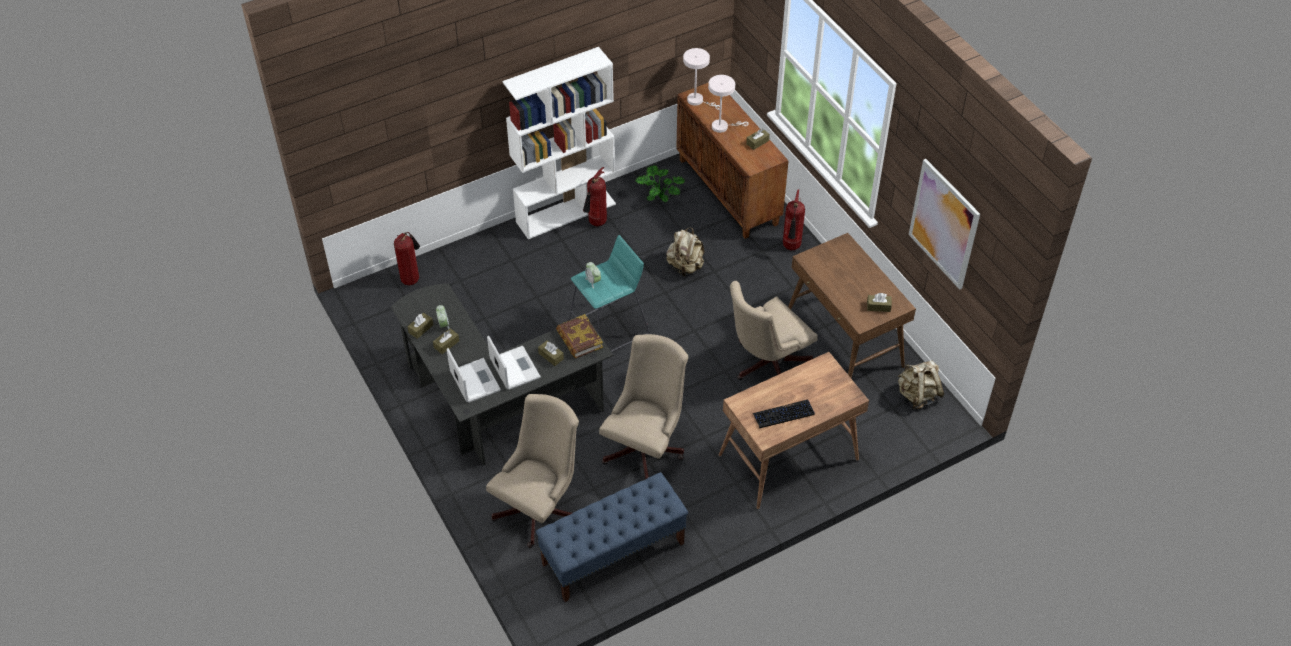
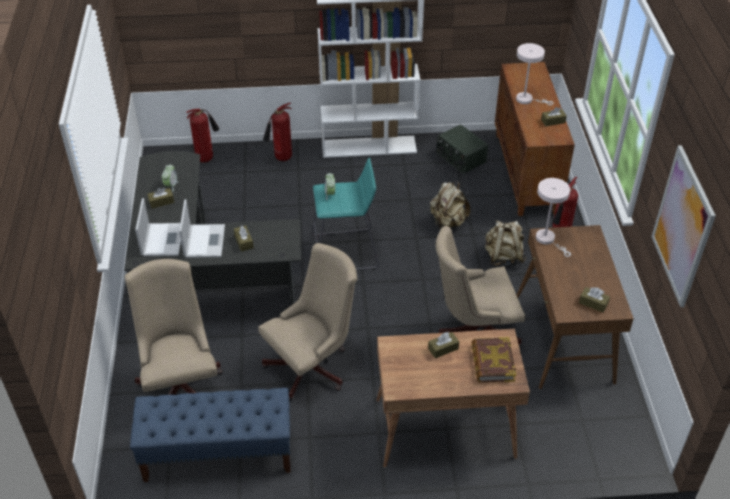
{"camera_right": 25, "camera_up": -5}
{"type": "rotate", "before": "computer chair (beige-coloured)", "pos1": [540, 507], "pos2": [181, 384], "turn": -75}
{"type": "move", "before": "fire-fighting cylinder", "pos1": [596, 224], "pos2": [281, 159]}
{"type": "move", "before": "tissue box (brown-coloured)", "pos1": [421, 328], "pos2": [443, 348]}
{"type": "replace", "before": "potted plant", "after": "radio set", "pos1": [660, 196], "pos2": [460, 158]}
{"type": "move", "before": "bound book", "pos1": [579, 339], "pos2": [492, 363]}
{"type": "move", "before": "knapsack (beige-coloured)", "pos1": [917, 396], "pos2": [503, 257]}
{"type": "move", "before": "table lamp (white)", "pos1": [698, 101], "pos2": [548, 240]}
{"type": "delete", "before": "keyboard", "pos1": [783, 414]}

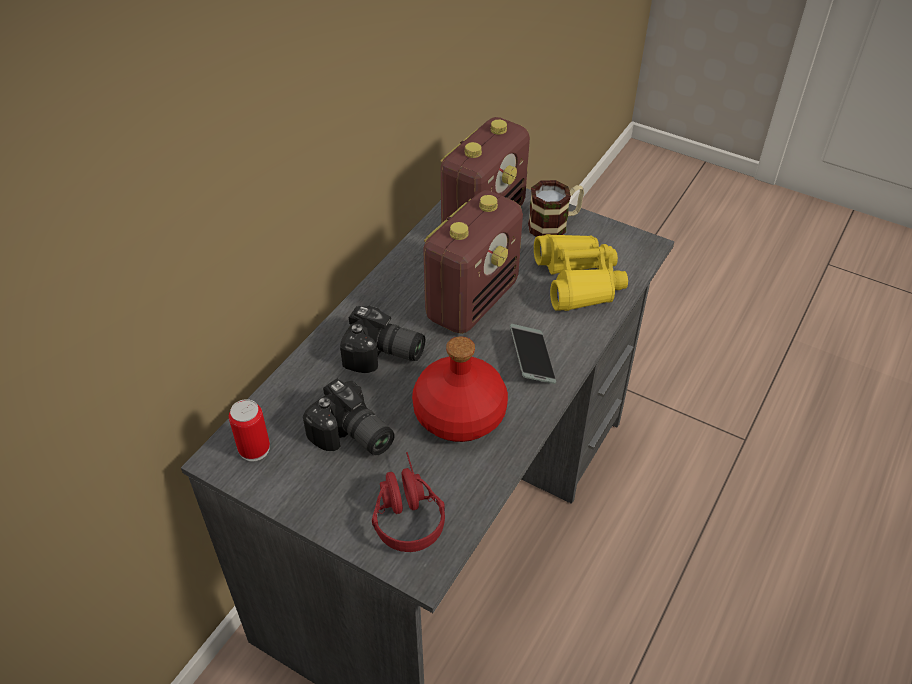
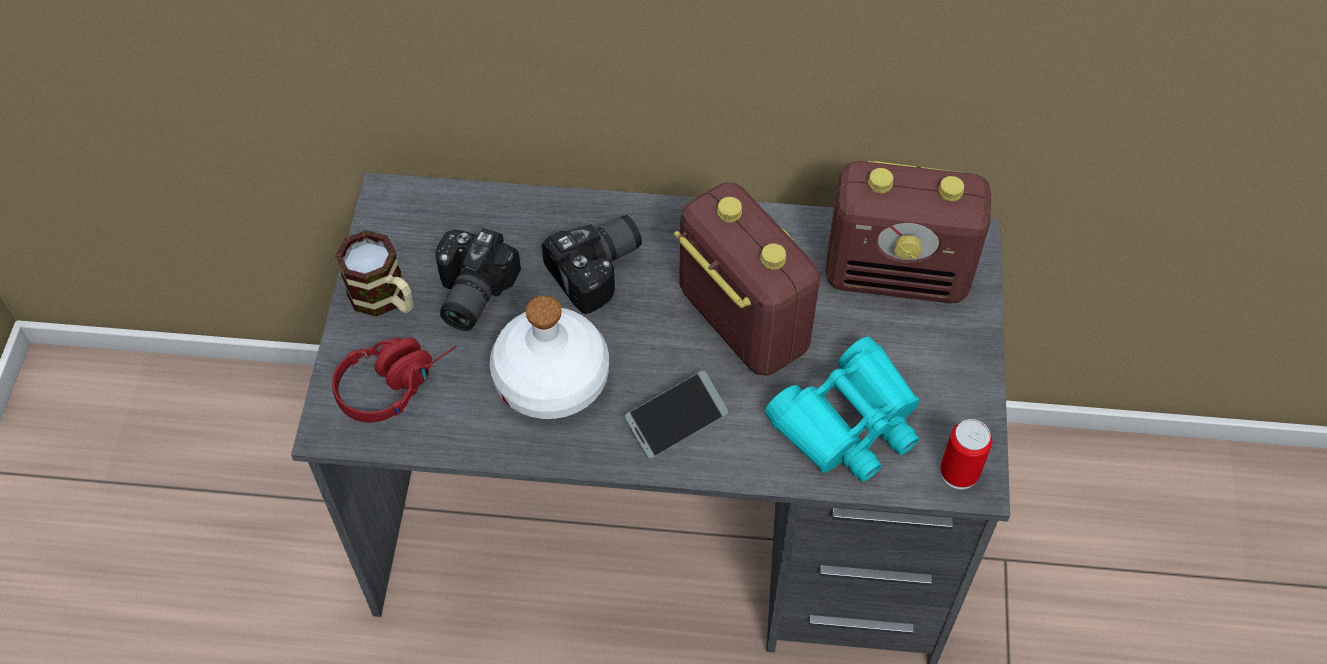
{"camera_right": 65, "camera_up": 10}
{"type": "move", "before": "mug", "pos1": [555, 225], "pos2": [385, 299]}
{"type": "recolor", "before": "drink bottle (reddish)", "after": "drink bottle (white)", "pos1": [460, 414], "pos2": [550, 380]}
{"type": "rotate", "before": "photo camera", "pos1": [383, 356], "pos2": [600, 271], "turn": -120}
{"type": "rotate", "before": "radio set", "pos1": [472, 300], "pos2": [741, 320], "turn": -135}
{"type": "recolor", "before": "field glasses (yellowish)", "after": "field glasses (turquoise-coloured)", "pos1": [578, 281], "pos2": [848, 423]}
{"type": "move", "before": "metal can", "pos1": [254, 449], "pos2": [959, 472]}

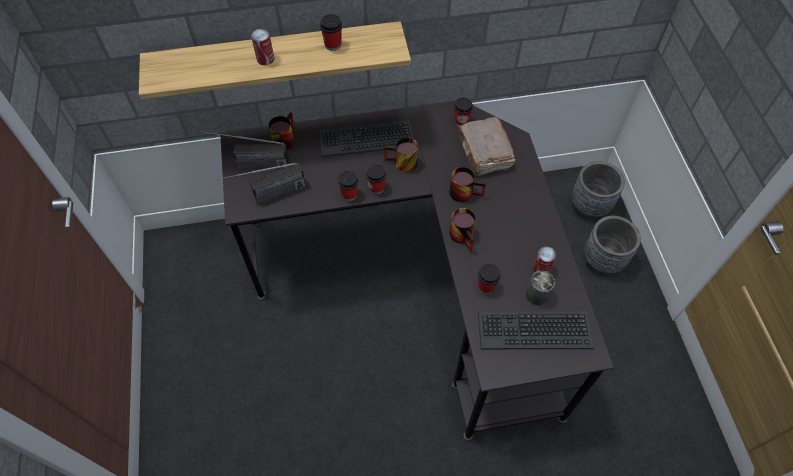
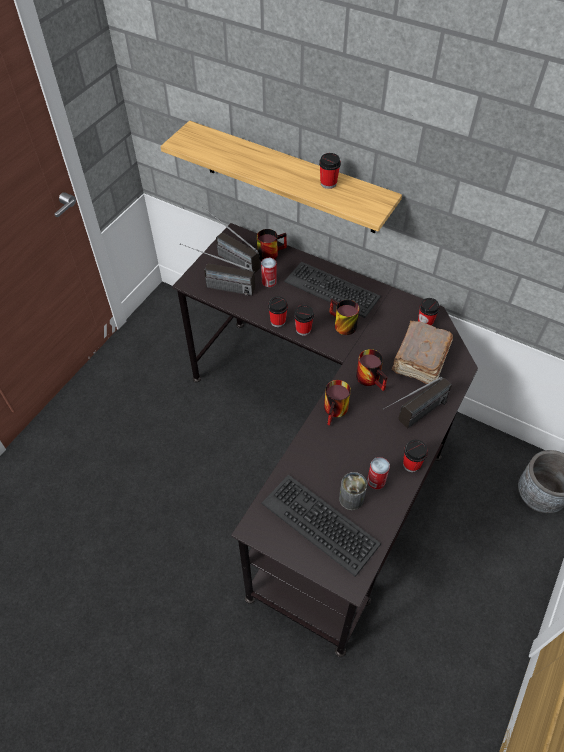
{"camera_right": 40, "camera_up": -5}
{"type": "move", "before": "metal can", "pos1": [265, 59], "pos2": [269, 281]}
{"type": "insert", "after": "radio set", "pos2": [412, 419]}
{"type": "move", "before": "cup", "pos1": [486, 286], "pos2": [411, 464]}
{"type": "delete", "before": "plant pot (grey)", "pos1": [603, 259]}

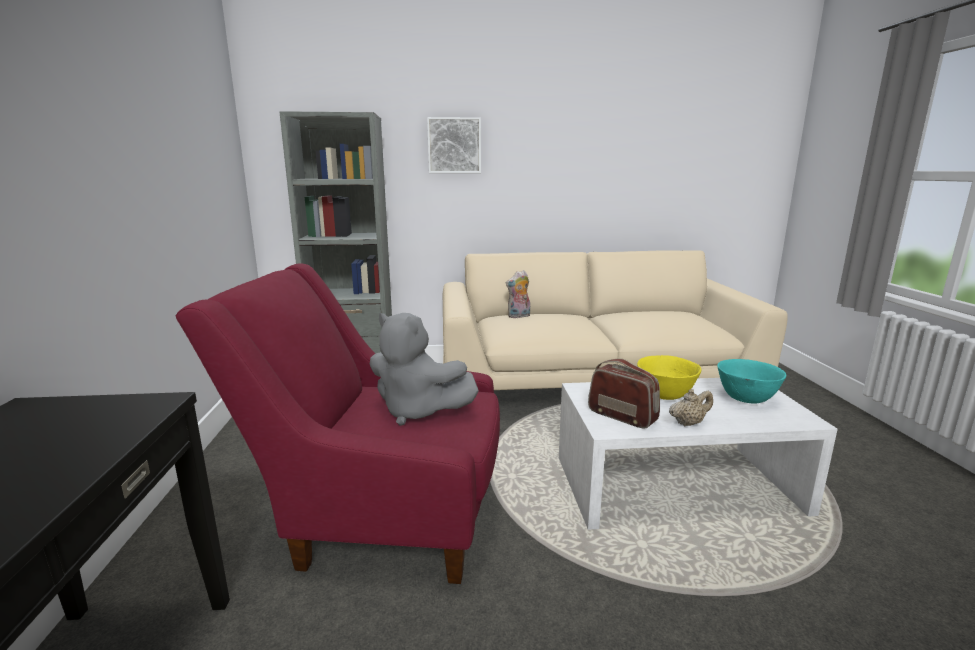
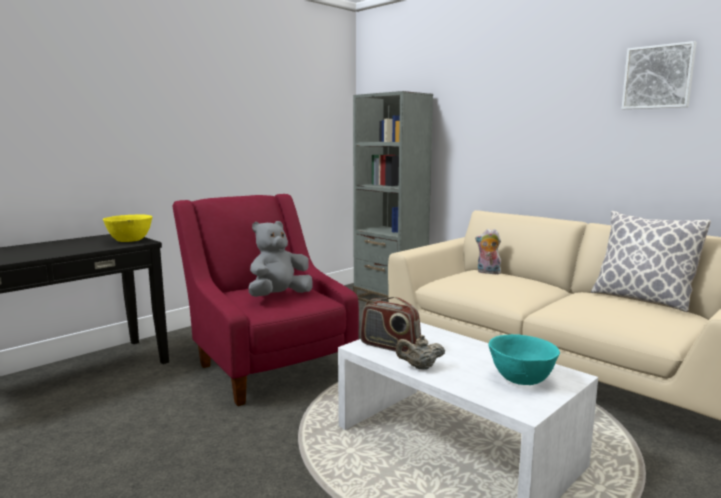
{"camera_right": 50, "camera_up": -5}
{"type": "move", "before": "deep dish (yellowish)", "pos1": [665, 395], "pos2": [130, 241]}
{"type": "rotate", "before": "cuddly toy (grey)", "pos1": [417, 411], "pos2": [279, 296], "turn": 60}
{"type": "rotate", "before": "radio set", "pos1": [622, 416], "pos2": [389, 346], "turn": 120}
{"type": "rotate", "before": "tea pot (beige-coloured)", "pos1": [688, 423], "pos2": [420, 367], "turn": 150}
{"type": "insert", "after": "cushion", "pos2": [641, 300]}
{"type": "move", "before": "picture", "pos1": [454, 145], "pos2": [658, 77]}

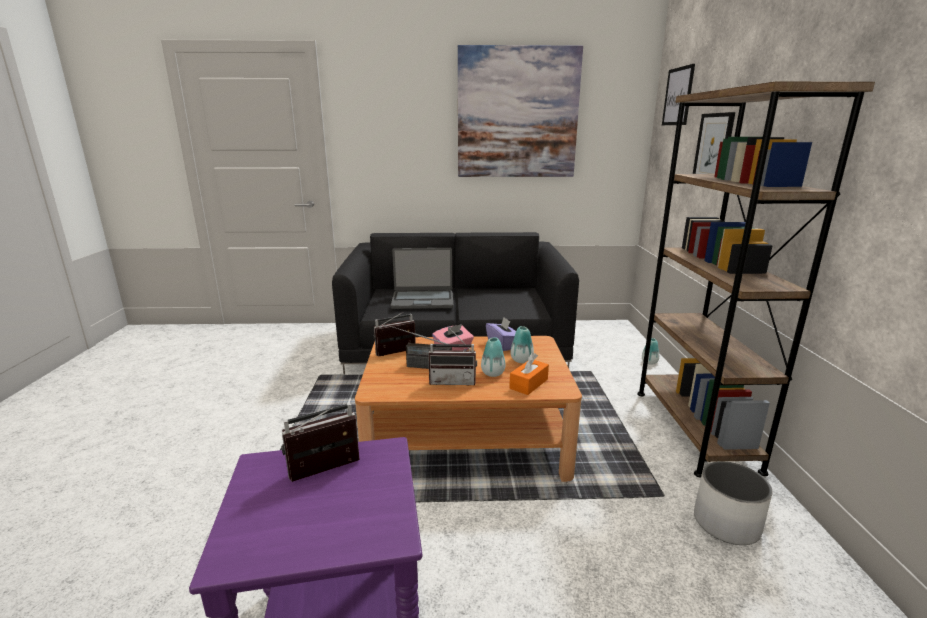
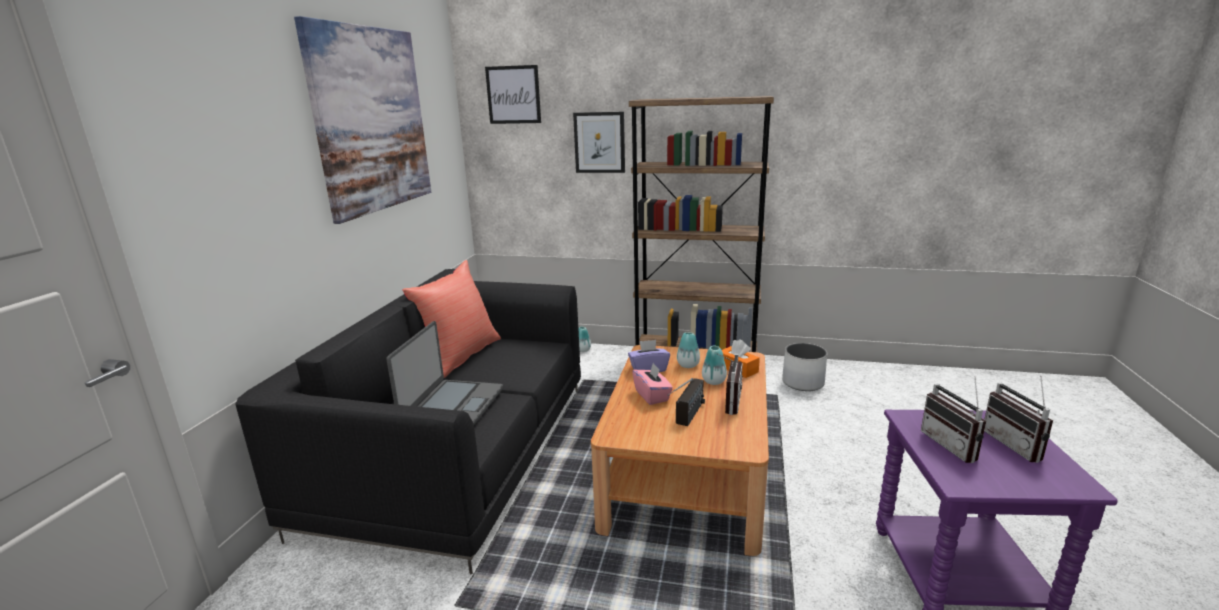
{"camera_right": -75, "camera_up": 0}
{"type": "insert", "after": "cushion (reddish)", "pos2": [460, 356]}
{"type": "move", "before": "radio set", "pos1": [397, 354], "pos2": [1017, 445]}

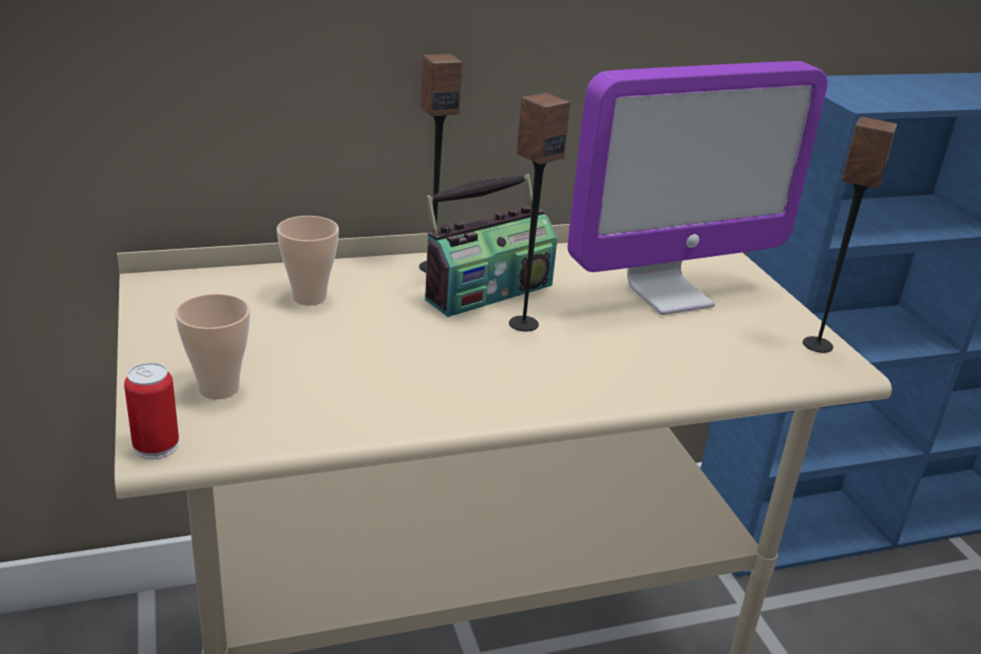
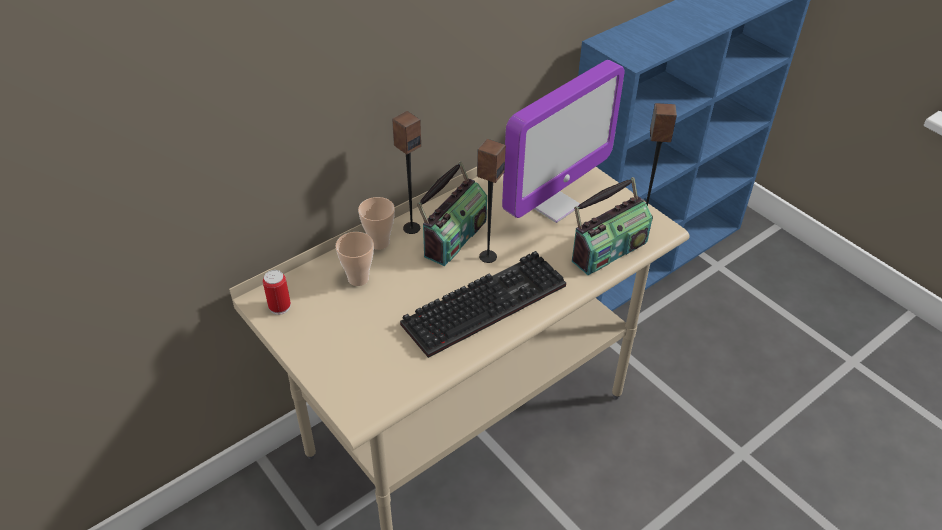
{"camera_right": -20, "camera_up": 15}
{"type": "move", "before": "metal can", "pos1": [156, 446], "pos2": [279, 307]}
{"type": "move", "before": "cup", "pos1": [219, 388], "pos2": [379, 243]}
{"type": "insert", "after": "keyboard", "pos2": [485, 302]}
{"type": "insert", "after": "radio set", "pos2": [608, 250]}

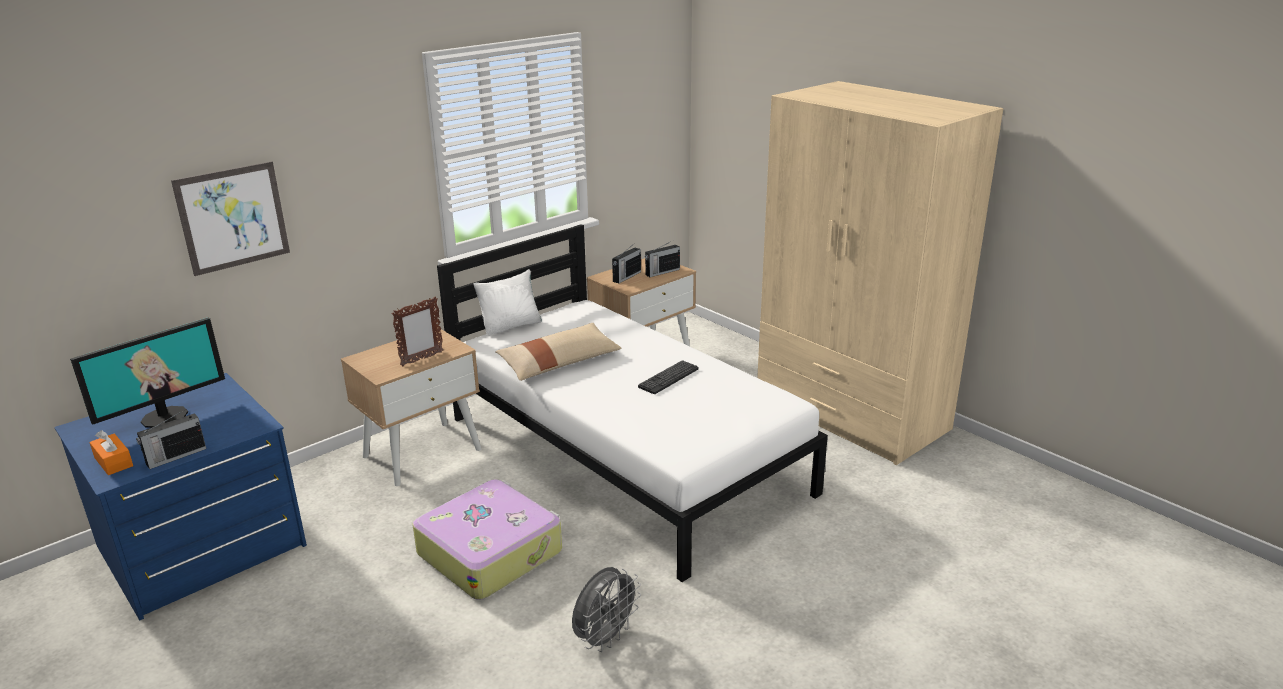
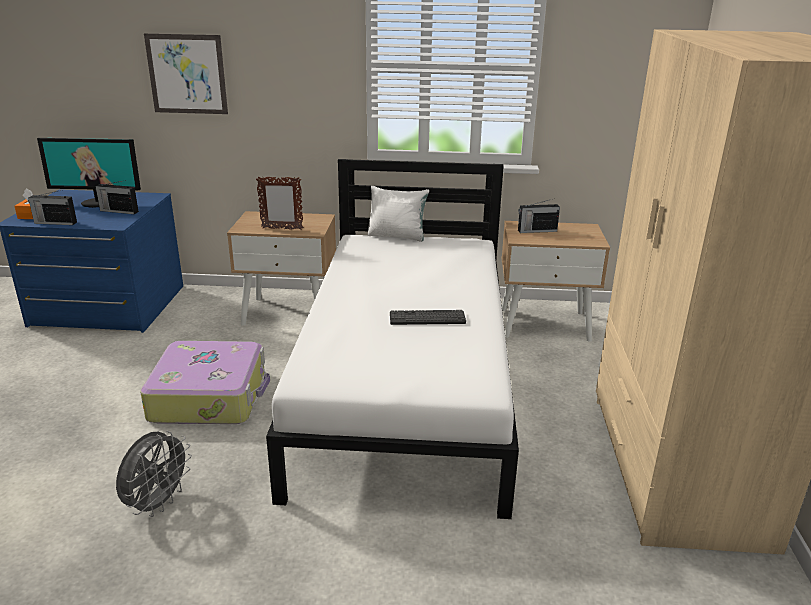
{"camera_right": 45, "camera_up": 0}
{"type": "move", "before": "radio set", "pos1": [662, 272], "pos2": [118, 211]}
{"type": "rotate", "before": "fan (grey)", "pos1": [605, 638], "pos2": [158, 503], "turn": -60}
{"type": "delete", "before": "cushion (beige-coloured)", "pos1": [559, 362]}

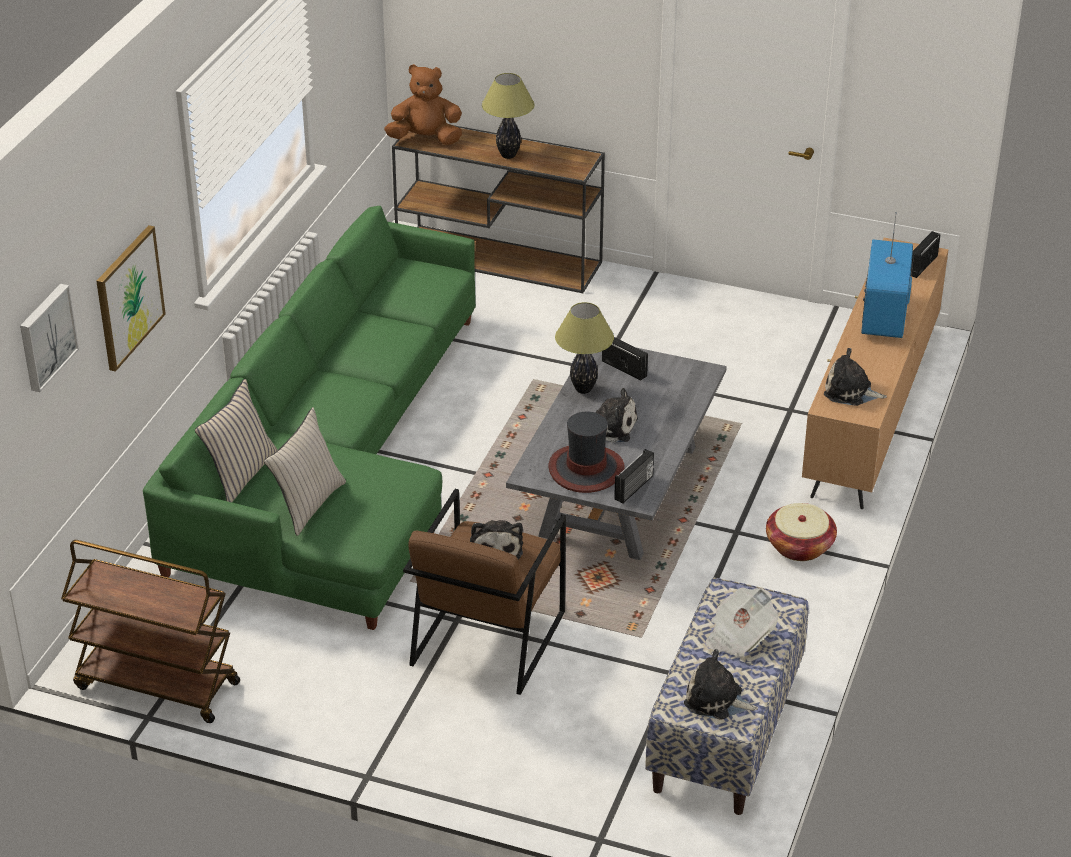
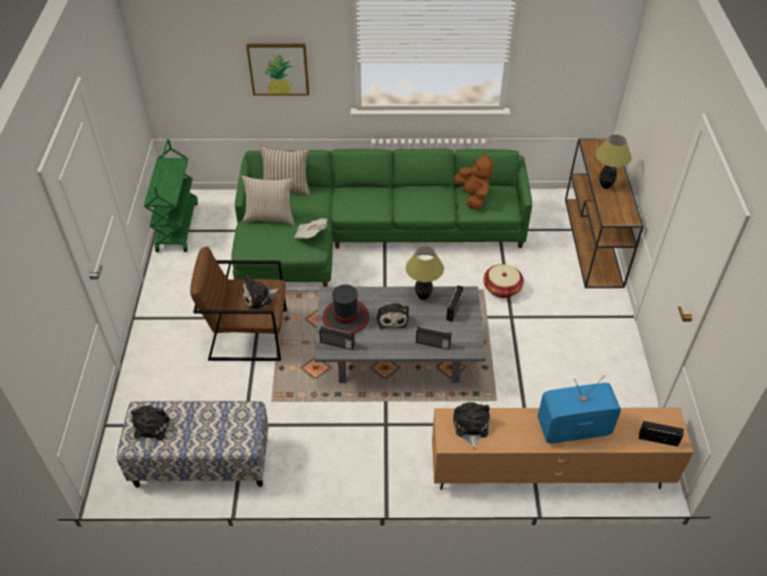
{"camera_right": 70, "camera_up": 10}
{"type": "recolor", "before": "trolley (brown-coloured)", "after": "trolley (greenish)", "pos1": [156, 686], "pos2": [177, 226]}
{"type": "move", "before": "newspaper", "pos1": [739, 636], "pos2": [310, 235]}
{"type": "insert", "after": "radio set", "pos2": [433, 344]}
{"type": "move", "before": "cuddly toy (brown-coloured)", "pos1": [425, 139], "pos2": [473, 197]}
{"type": "move", "before": "storage basket", "pos1": [799, 546], "pos2": [502, 288]}
{"type": "delete", "before": "picture", "pos1": [45, 336]}

